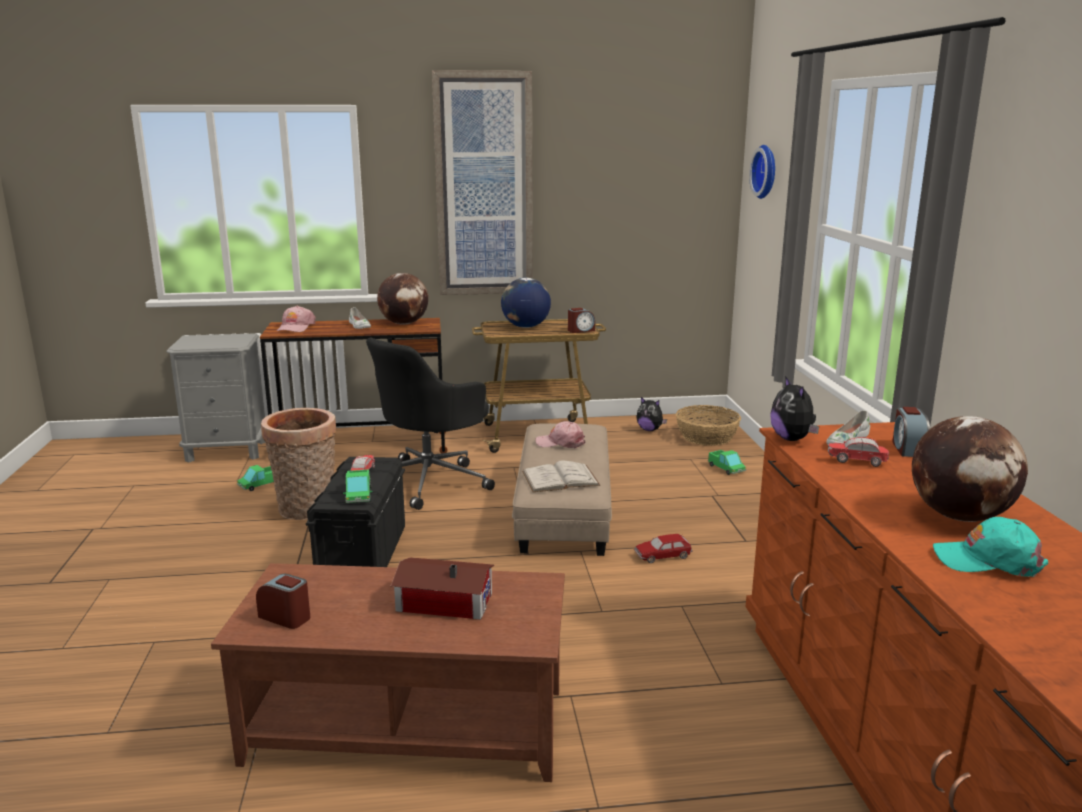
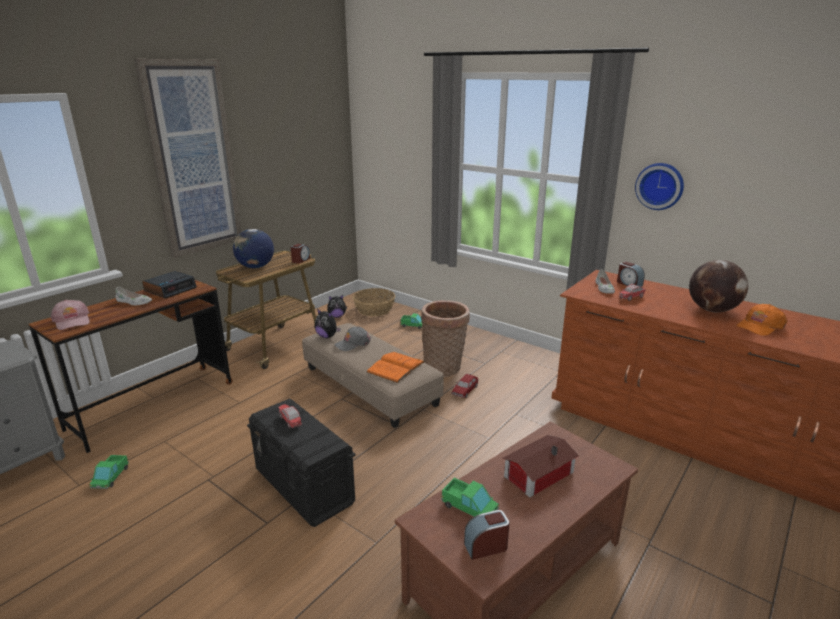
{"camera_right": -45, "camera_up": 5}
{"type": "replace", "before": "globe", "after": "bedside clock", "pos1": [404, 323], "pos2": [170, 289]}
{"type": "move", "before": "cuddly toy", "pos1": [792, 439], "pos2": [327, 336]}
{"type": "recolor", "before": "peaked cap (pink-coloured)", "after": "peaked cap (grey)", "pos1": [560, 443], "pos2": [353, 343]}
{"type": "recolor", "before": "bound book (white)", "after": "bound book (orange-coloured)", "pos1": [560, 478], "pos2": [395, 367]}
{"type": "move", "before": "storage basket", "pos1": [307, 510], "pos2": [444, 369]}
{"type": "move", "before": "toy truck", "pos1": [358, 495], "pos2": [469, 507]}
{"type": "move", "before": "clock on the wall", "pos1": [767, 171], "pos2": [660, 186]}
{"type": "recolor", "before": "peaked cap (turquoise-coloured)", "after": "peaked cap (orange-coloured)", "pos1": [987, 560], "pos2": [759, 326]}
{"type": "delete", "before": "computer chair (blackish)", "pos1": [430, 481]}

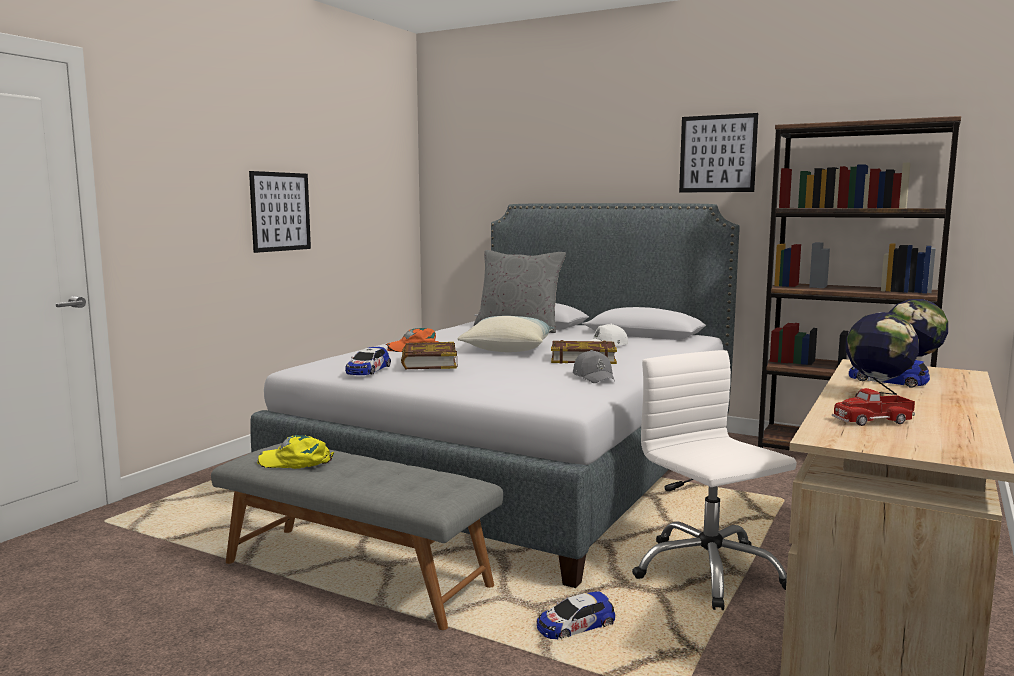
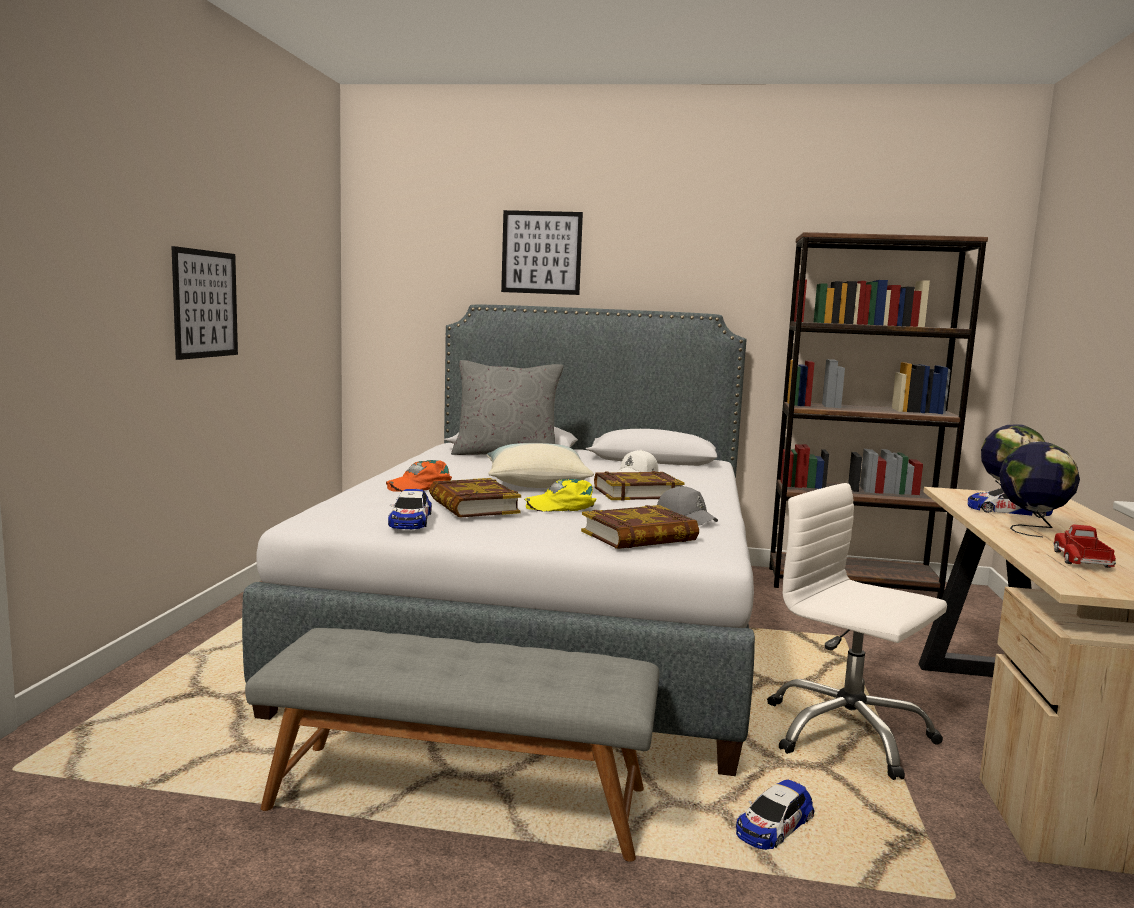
{"camera_right": -20, "camera_up": 0}
{"type": "move", "before": "picture", "pos1": [717, 154], "pos2": [541, 252]}
{"type": "move", "before": "peaked cap (yellowish)", "pos1": [296, 461], "pos2": [561, 506]}
{"type": "insert", "after": "bound book", "pos2": [639, 536]}
{"type": "rotate", "before": "toy truck", "pos1": [872, 420], "pos2": [1080, 560], "turn": 135}

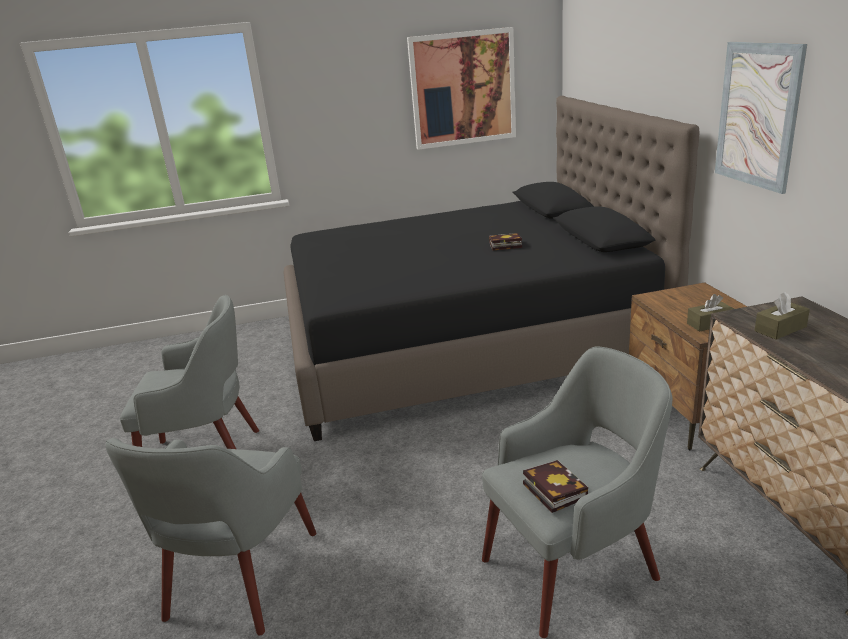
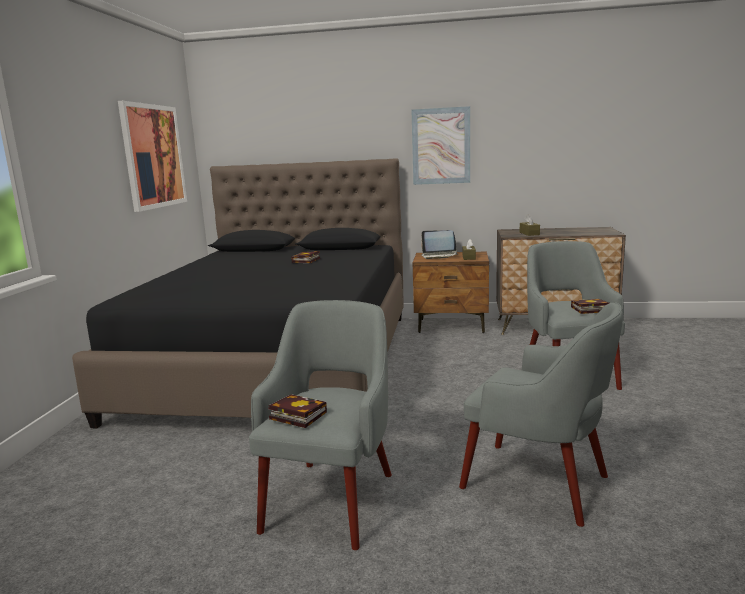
{"camera_right": -70, "camera_up": -10}
{"type": "insert", "after": "bound book", "pos2": [295, 415]}
{"type": "insert", "after": "laptop", "pos2": [439, 255]}

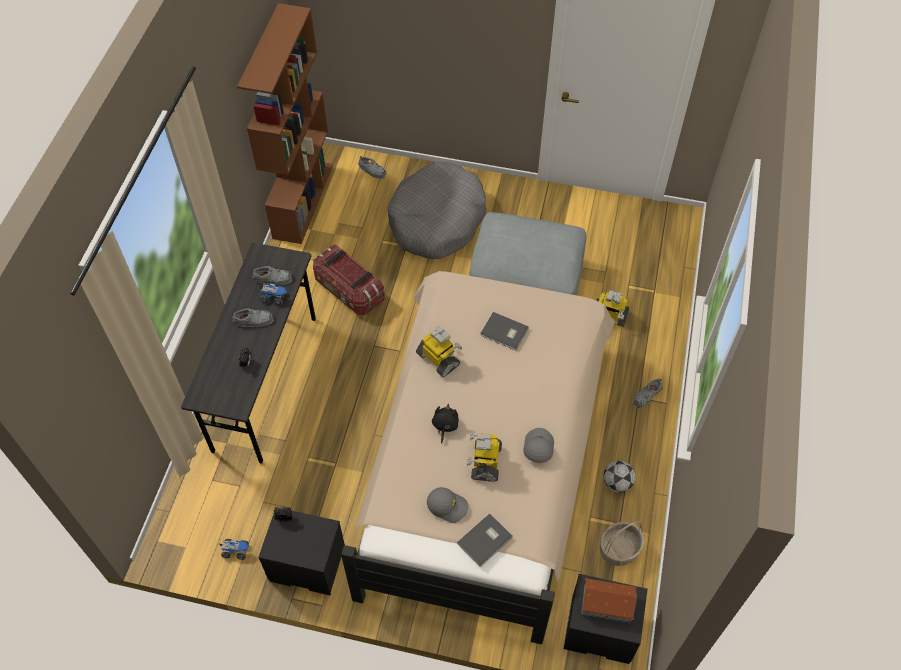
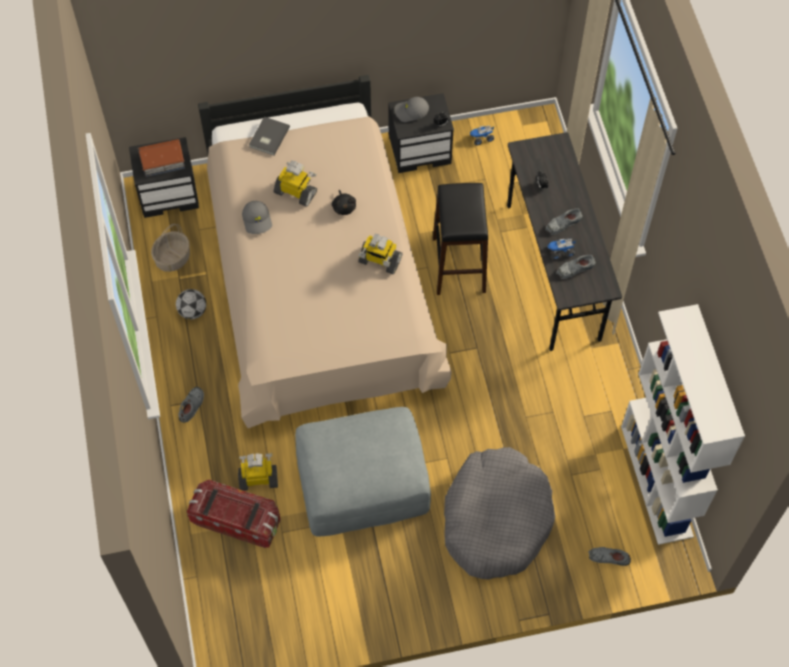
{"camera_right": 155, "camera_up": 5}
{"type": "move", "before": "storage bin", "pos1": [349, 290], "pos2": [236, 520]}
{"type": "rotate", "before": "robot figure", "pos1": [485, 461], "pos2": [296, 192], "turn": -45}
{"type": "move", "before": "peaked cap (grey)", "pos1": [448, 506], "pos2": [411, 112]}
{"type": "insert", "after": "stool (blackish)", "pos2": [458, 264]}
{"type": "recolor", "before": "shelving unit (brown-coloured)", "after": "shelving unit (white)", "pos1": [302, 200], "pos2": [657, 481]}
{"type": "delete", "before": "bound book (grey)", "pos1": [504, 333]}

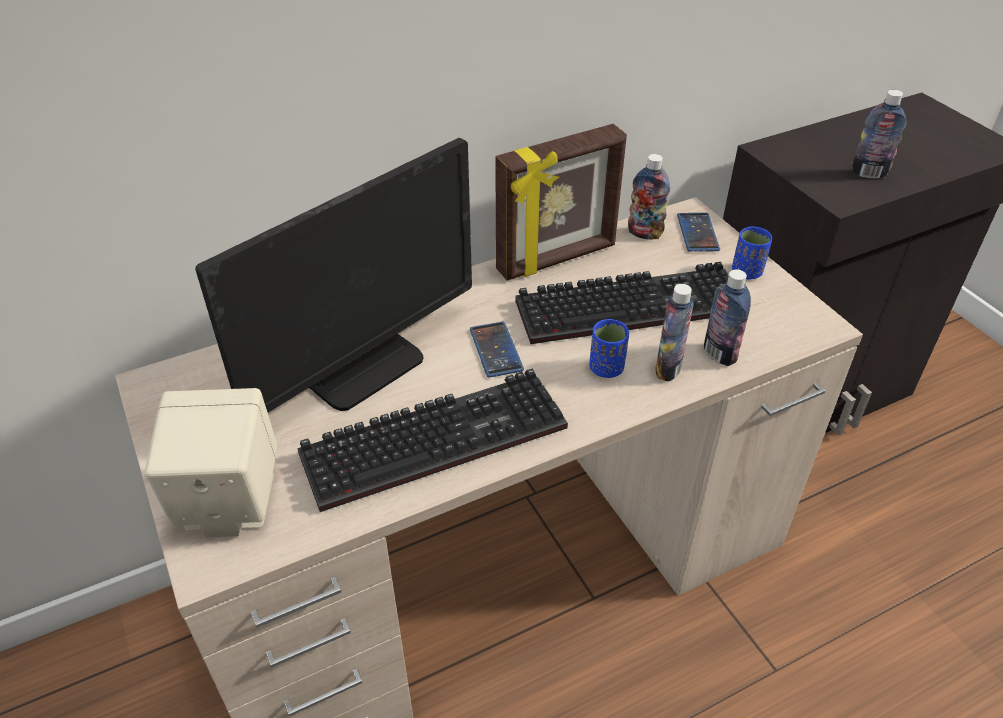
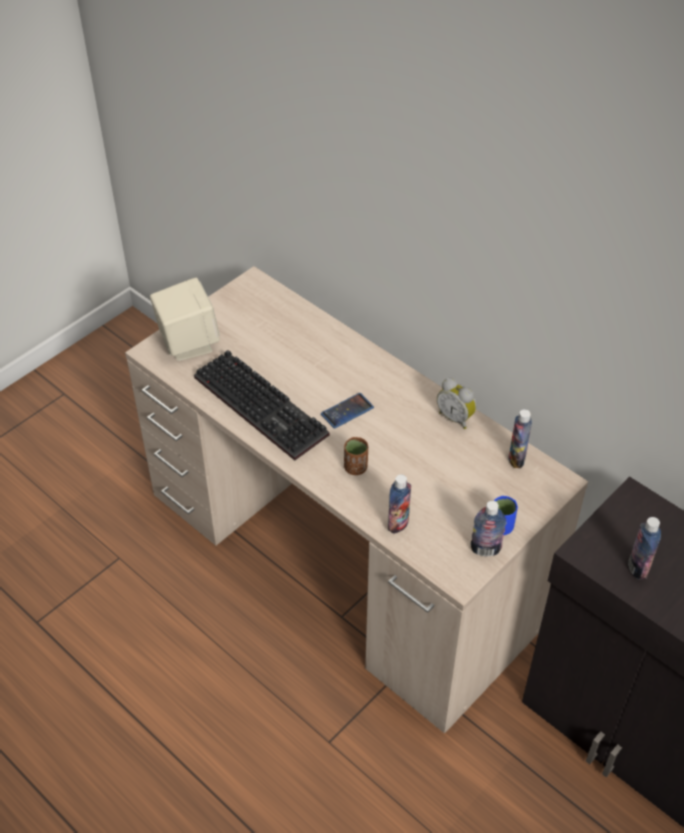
{"camera_right": 70, "camera_up": 5}
{"type": "recolor", "before": "cup (blue-coloured)", "after": "cup (brown-coloured)", "pos1": [606, 368], "pos2": [355, 468]}
{"type": "replace", "before": "picture frame", "after": "bedside clock", "pos1": [557, 259], "pos2": [456, 417]}
{"type": "move", "before": "drink bottle", "pos1": [668, 368], "pos2": [485, 549]}
{"type": "delete", "before": "computer screen", "pos1": [363, 367]}
{"type": "delete", "before": "keyboard", "pos1": [632, 304]}
{"type": "delete", "before": "telephone", "pos1": [697, 233]}

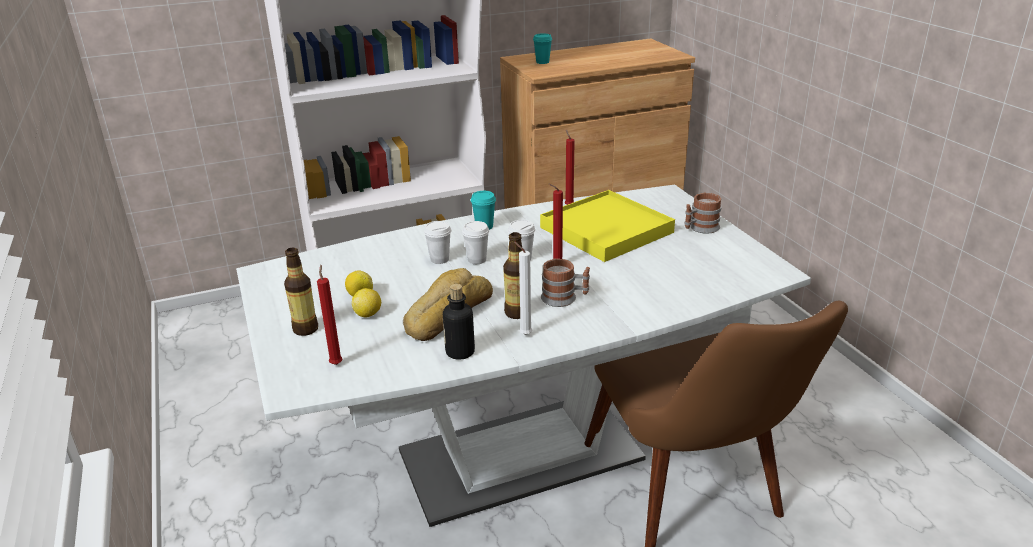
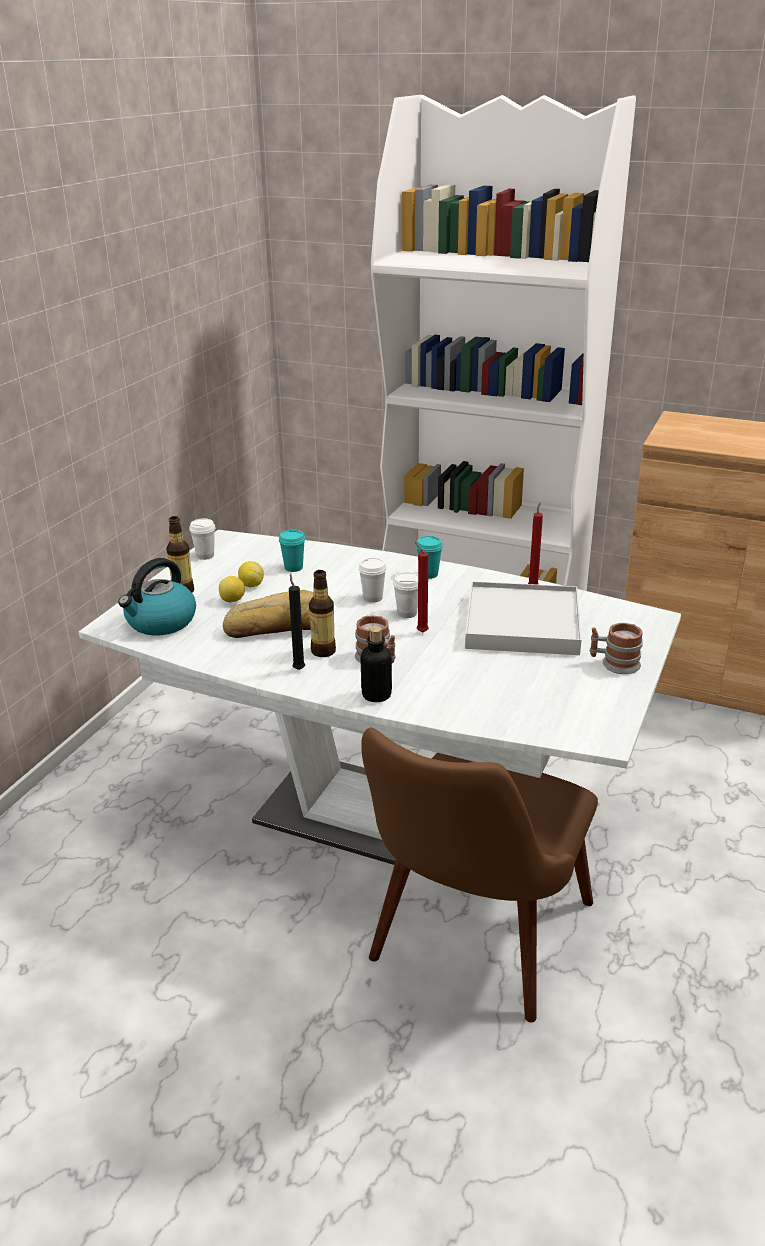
{"camera_right": 45, "camera_up": 0}
{"type": "replace", "before": "wax light (reddish)", "after": "tea kettle", "pos1": [336, 363], "pos2": [160, 622]}
{"type": "move", "before": "cup (white)", "pos1": [439, 259], "pos2": [205, 556]}
{"type": "move", "before": "cup (turquoise-coloured)", "pos1": [542, 62], "pos2": [293, 568]}
{"type": "recolor", "before": "wax light (white)", "after": "wax light (blackish)", "pos1": [524, 334], "pos2": [298, 668]}
{"type": "move", "before": "drink bottle", "pos1": [460, 352], "pos2": [376, 695]}
{"type": "recolor", "before": "tray (yellowish)", "after": "tray (white)", "pos1": [606, 230], "pos2": [523, 624]}

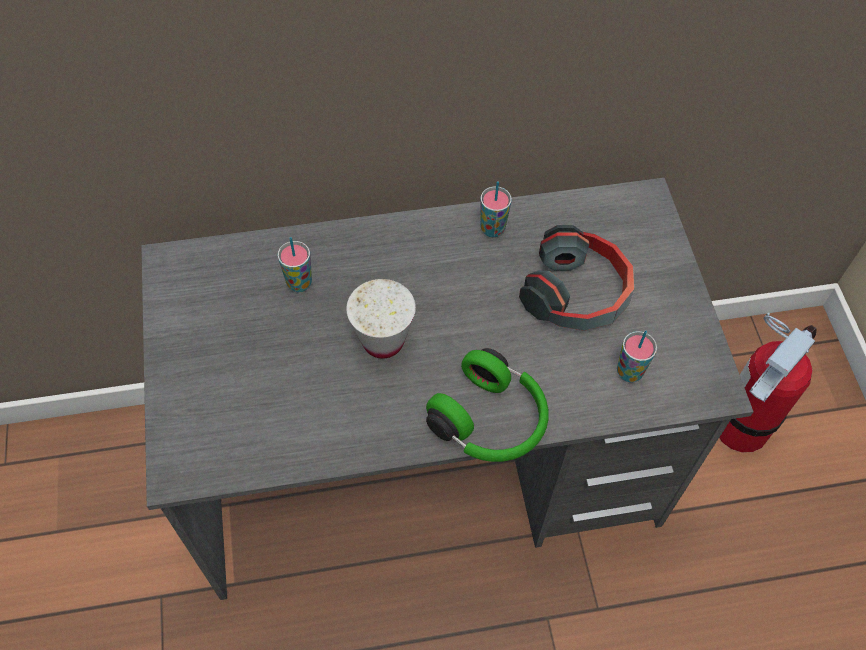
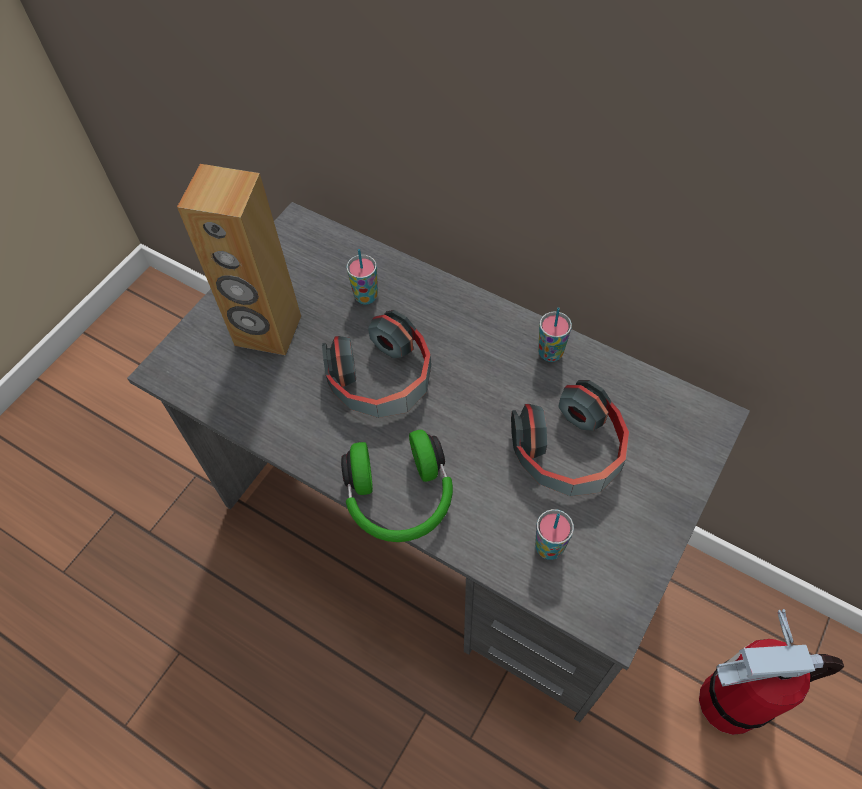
{"camera_right": 45, "camera_up": 0}
{"type": "insert", "after": "loudspeaker (brown-coloured)", "pos2": [267, 331]}
{"type": "replace", "before": "cup (white)", "after": "pair of headphones", "pos1": [383, 341], "pos2": [382, 379]}

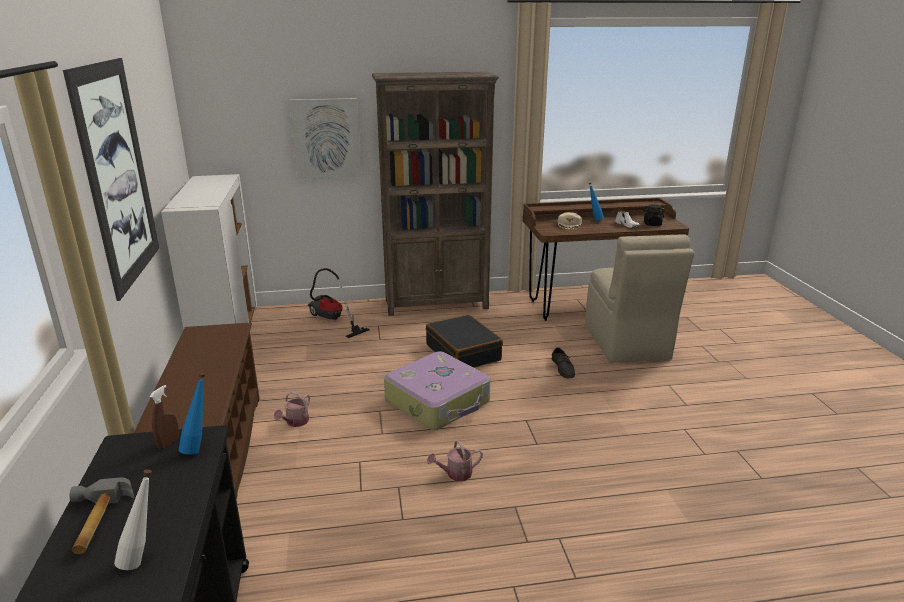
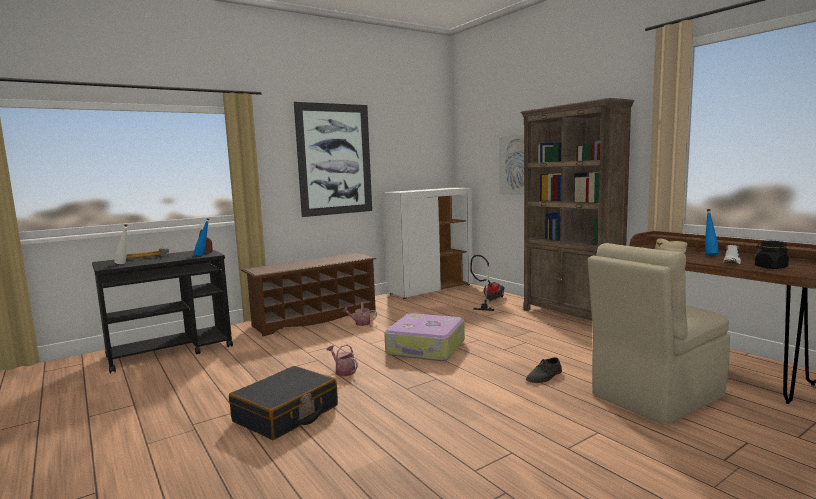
{"camera_right": 65, "camera_up": -15}
{"type": "move", "before": "suitcase (blackish)", "pos1": [463, 352], "pos2": [286, 414]}

